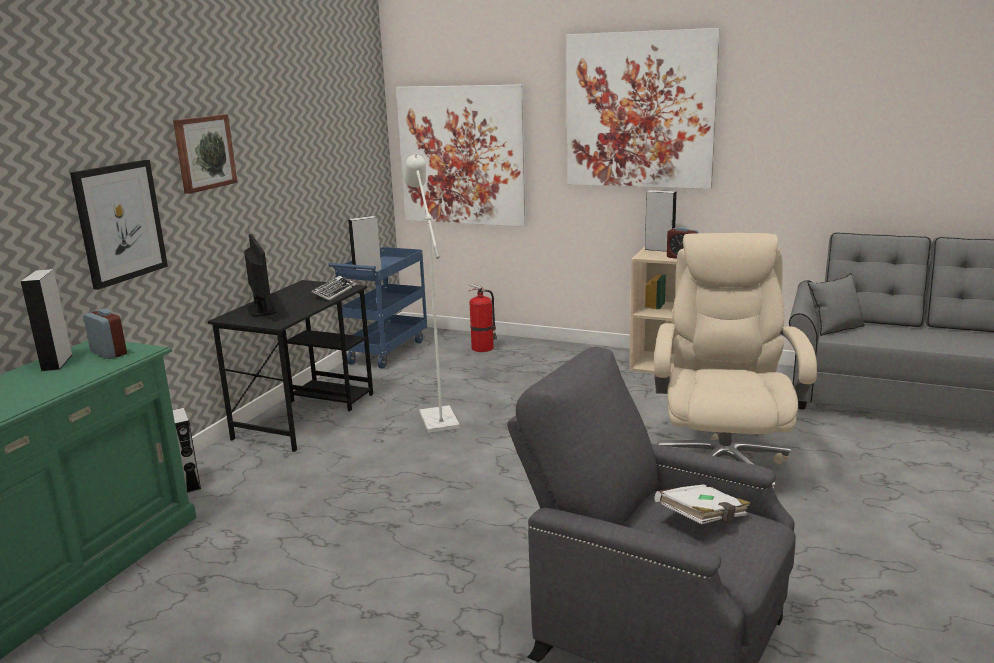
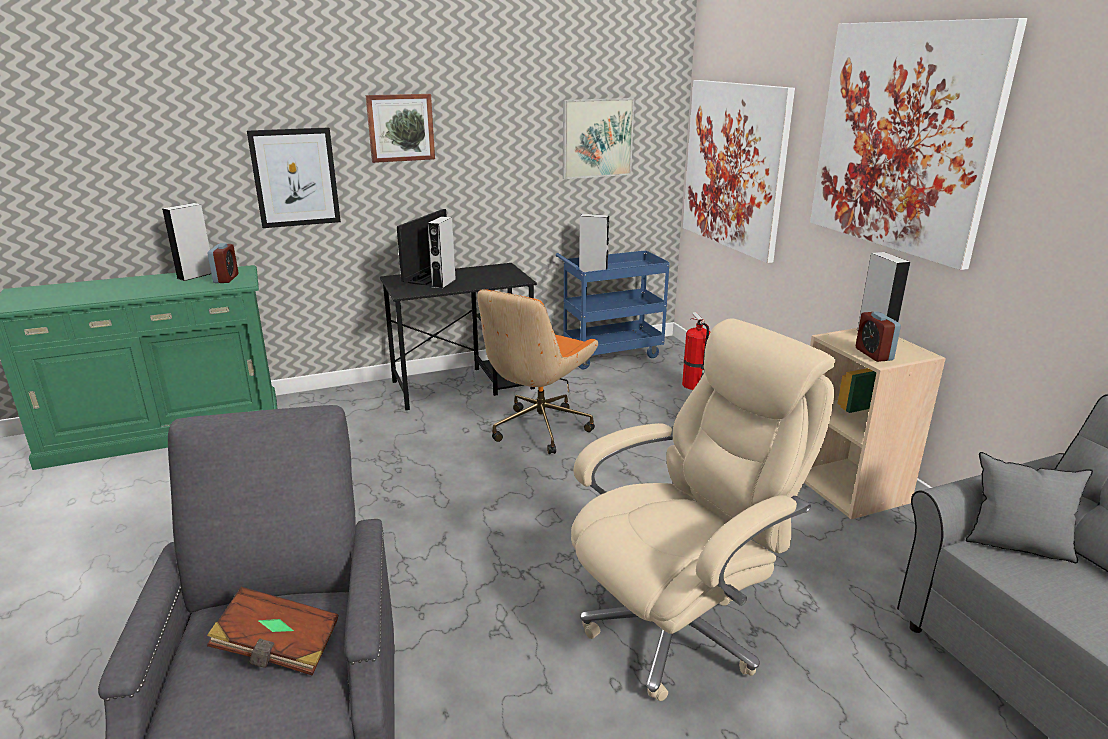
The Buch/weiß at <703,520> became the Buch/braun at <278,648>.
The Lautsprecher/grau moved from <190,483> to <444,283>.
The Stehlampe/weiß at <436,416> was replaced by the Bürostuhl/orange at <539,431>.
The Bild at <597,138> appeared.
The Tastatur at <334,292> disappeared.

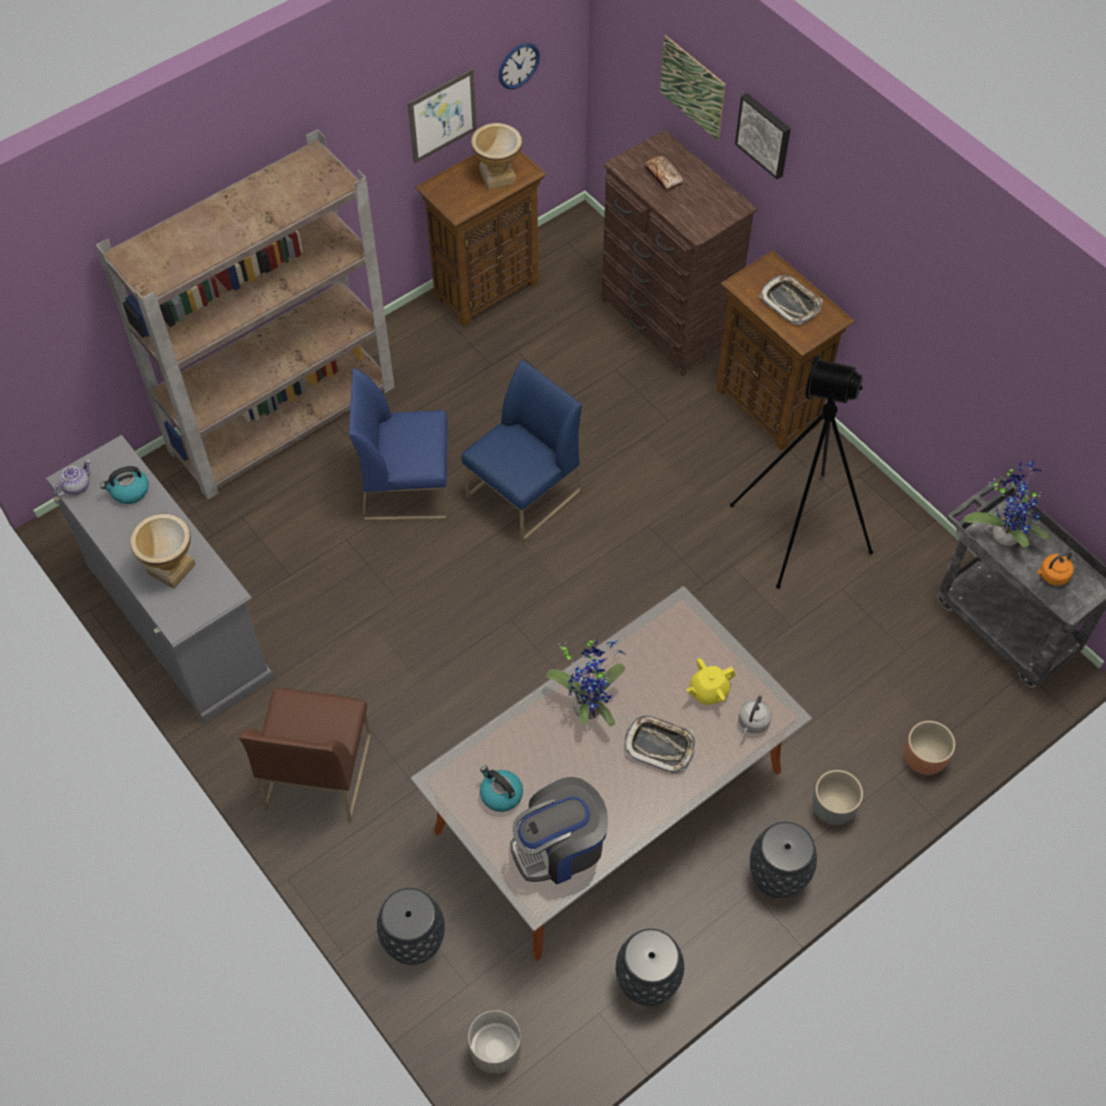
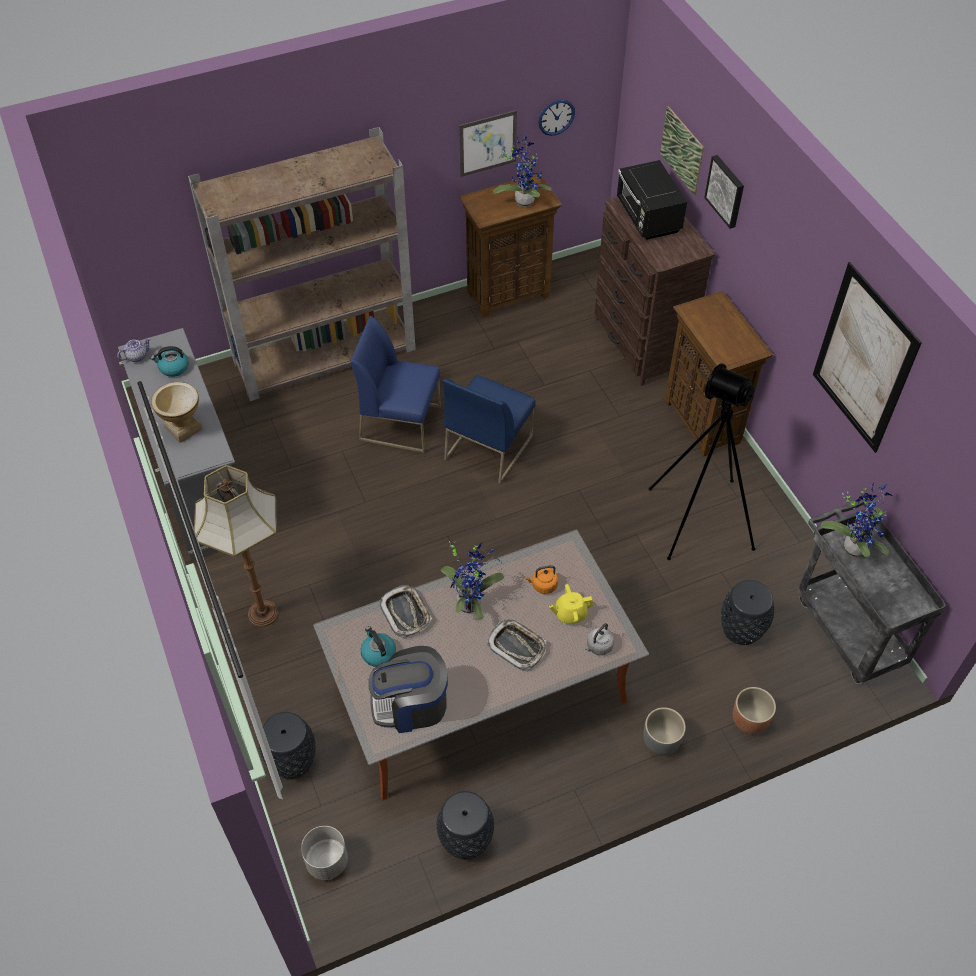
The Stuhl/braun at <317,771> was replaced by the Stehlampe at <262,615>.
The Tablett moved from <790,302> to <406,613>.
The Stuhl/blau at <524,495> turned 150 degrees clockwise.
The Vase at <498,177> was replaced by the Topfpflanze at <523,200>.
The Wasserkessel/orange moved from <1052,576> to <543,585>.
The Brot at <663,176> was replaced by the Mikrowelle/schwarz at <648,218>.
The Hocker/schwarz moved from <778,875> to <741,629>.
The Bild at <863,359> appeared.

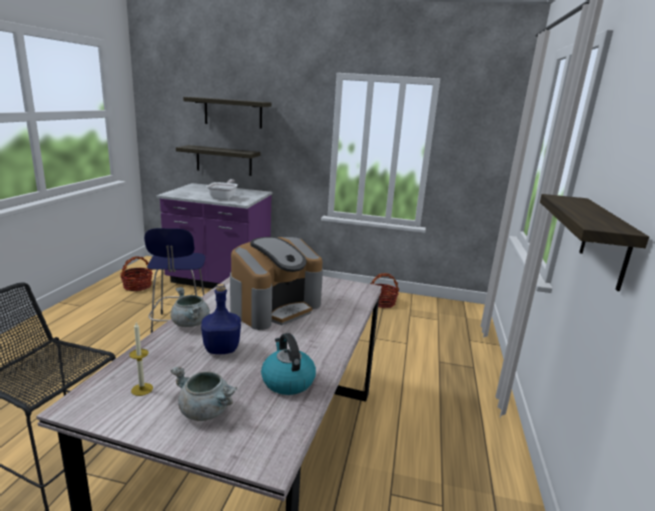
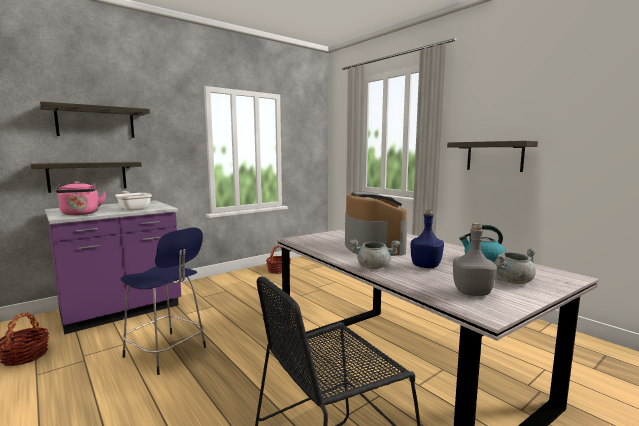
The Wasserkessel/rosa at <81,214> appeared.
The Kerze at <142,389> was replaced by the Flasche/grau at <472,292>.

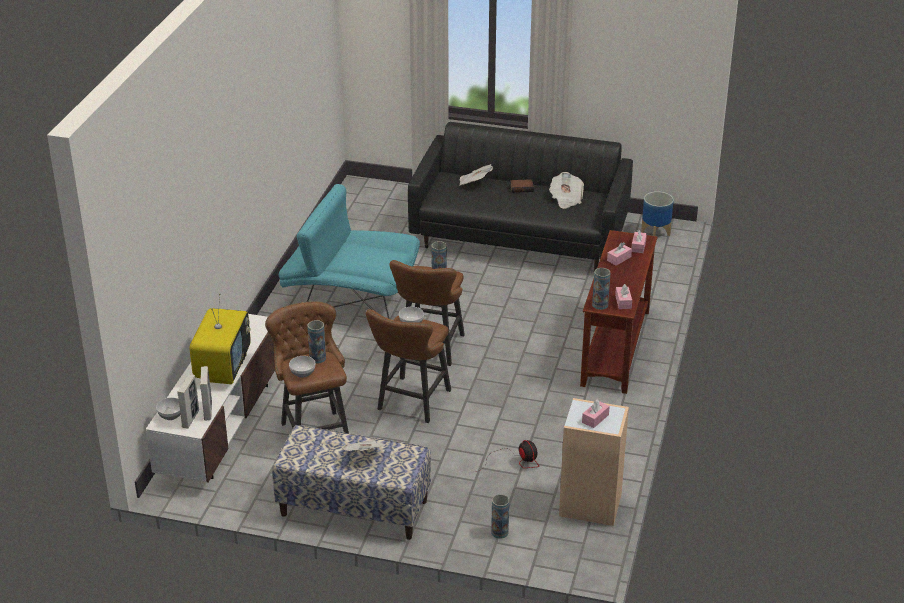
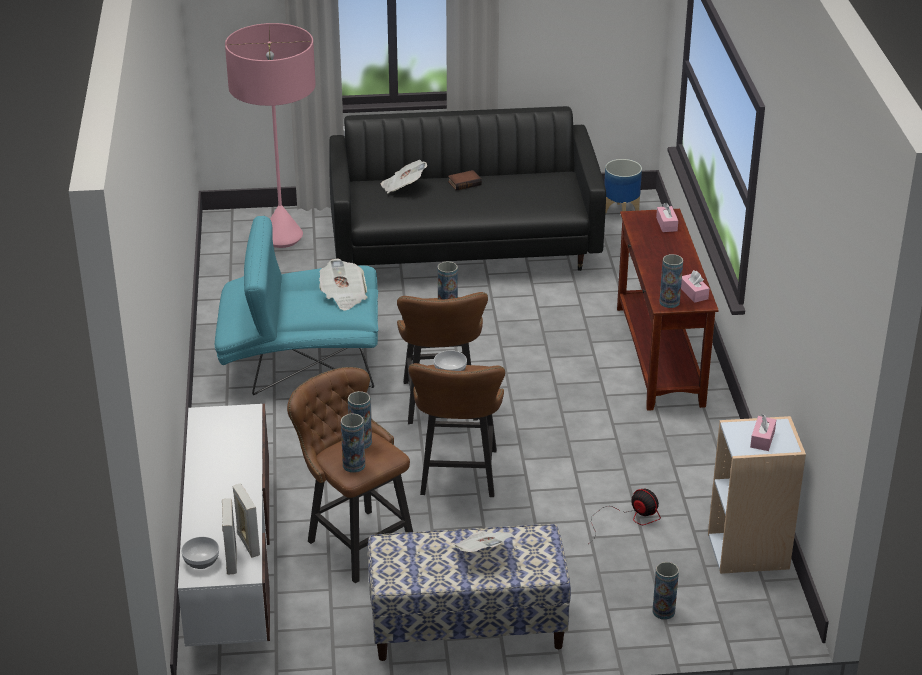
The Stehlampe/rosa at <282,239> appeared.
The Zeitung moved from <566,199> to <343,296>.
The Schüssel at <303,373> was replaced by the Vase at <354,465>.
The Fernseher at <223,368> disappeared.
The Taschentuchbox/rosa at <619,259> disappeared.

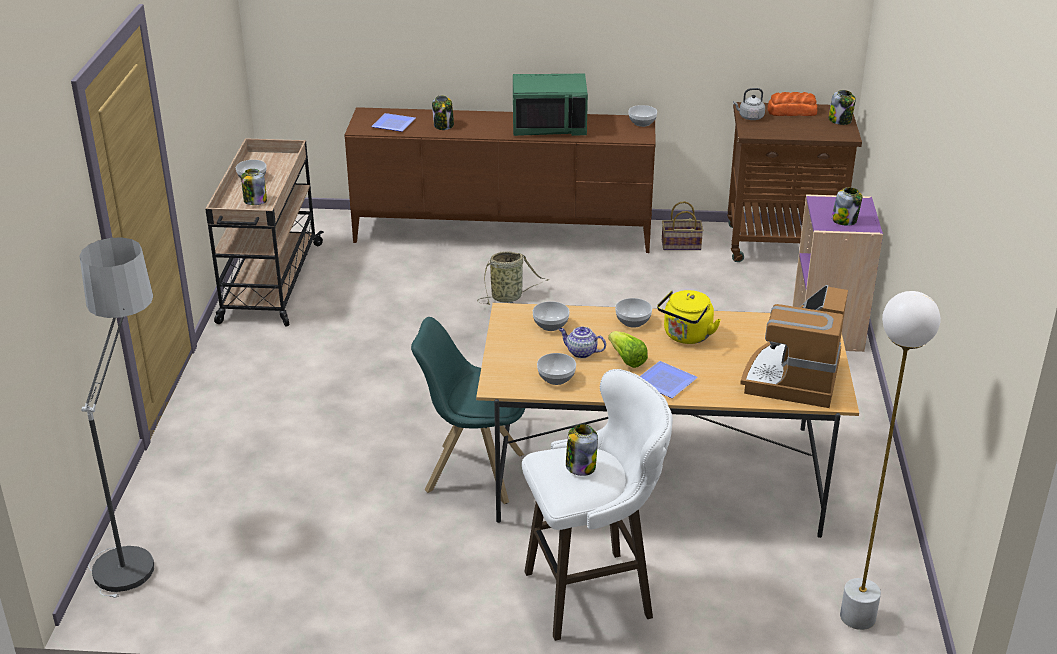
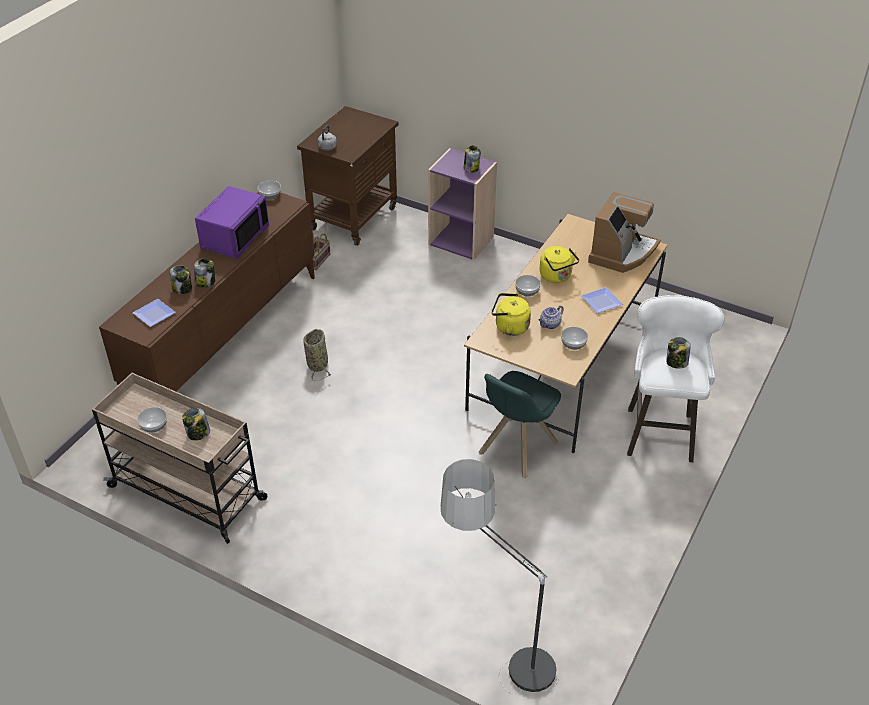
The Vorratsglas moved from <840,120> to <206,282>.
The Mikrowelle/grün at <549,126> became the Mikrowelle/lila at <234,237>.
The Schüssel at <551,325> was replaced by the Wasserkessel/gelb at <509,327>.
The Kaffeemaschine at <794,377> turned 105 degrees counterclockwise.
The Salatkopf at <627,359> disappeared.
The Brot at <791,111> disappeared.
The Stehlampe/weiß at <858,617> disappeared.

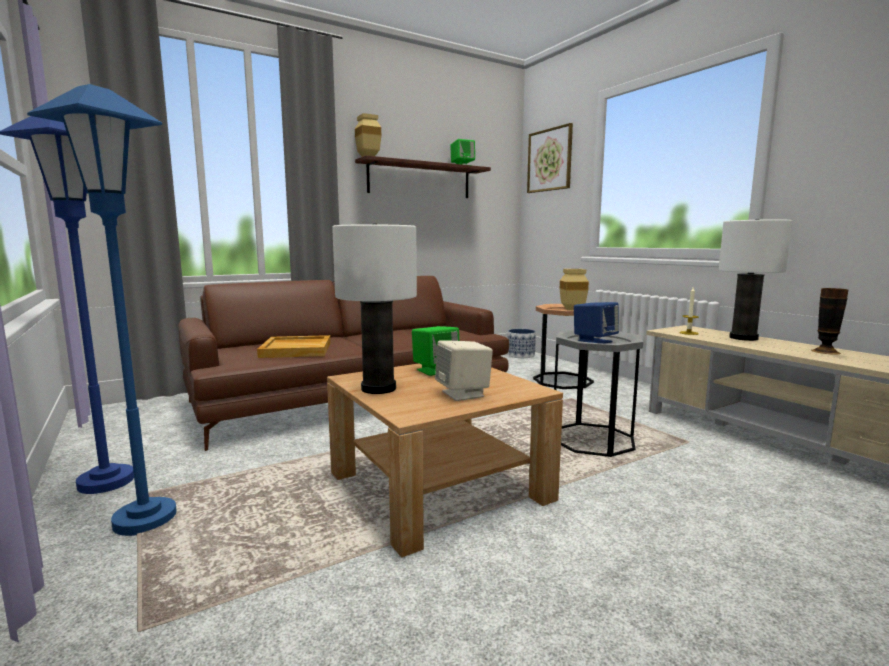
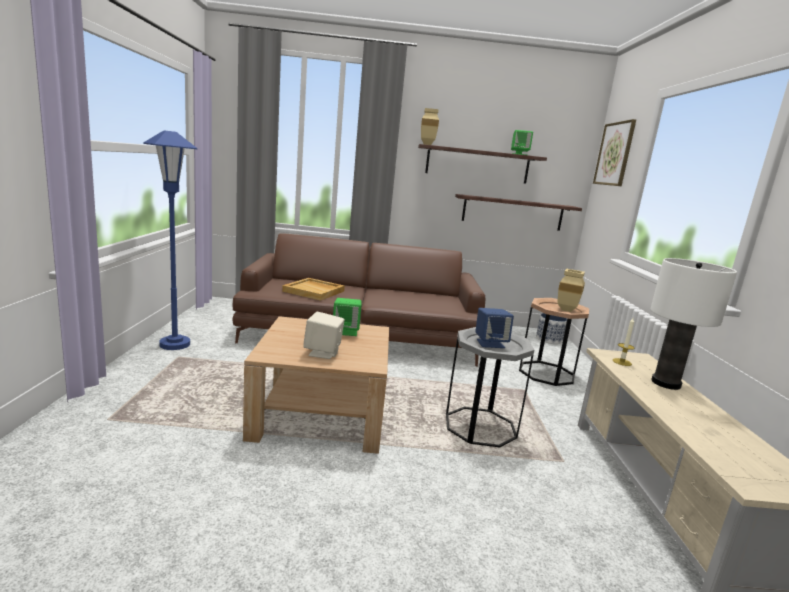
The Wandregal at <512,212> appeared.
The Stehlampe/blau at <145,519> disappeared.
The Tischlampe/weiß at <378,388> disappeared.
The Vase at <825,351> disappeared.

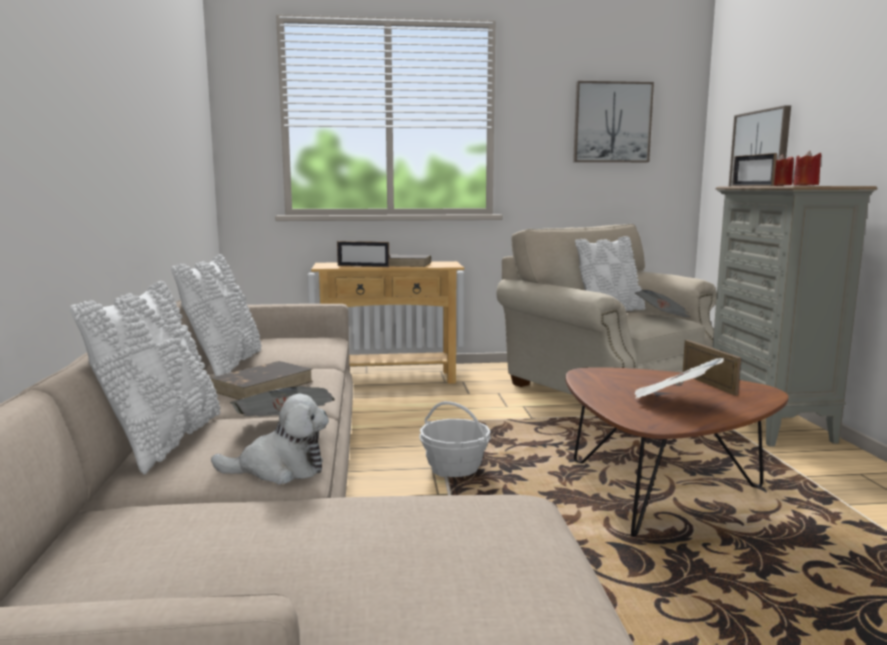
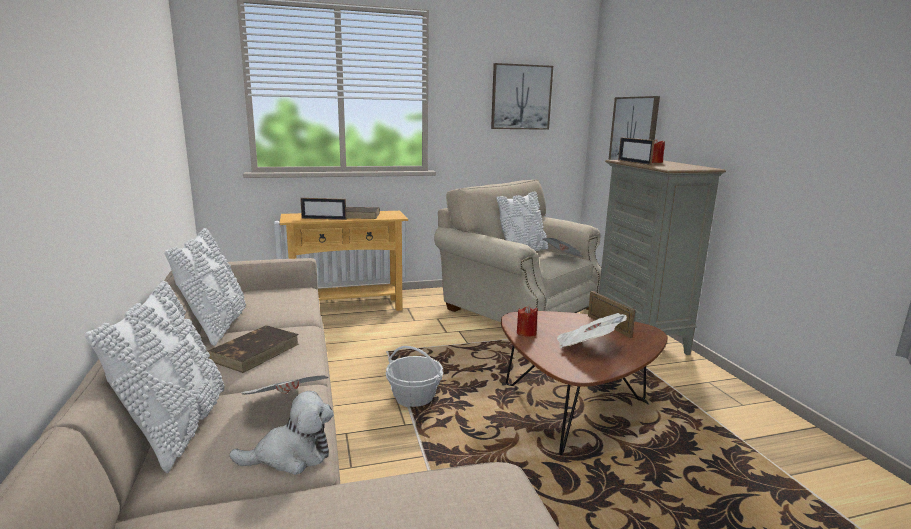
The Kerze/rot moved from <805,185> to <526,333>.

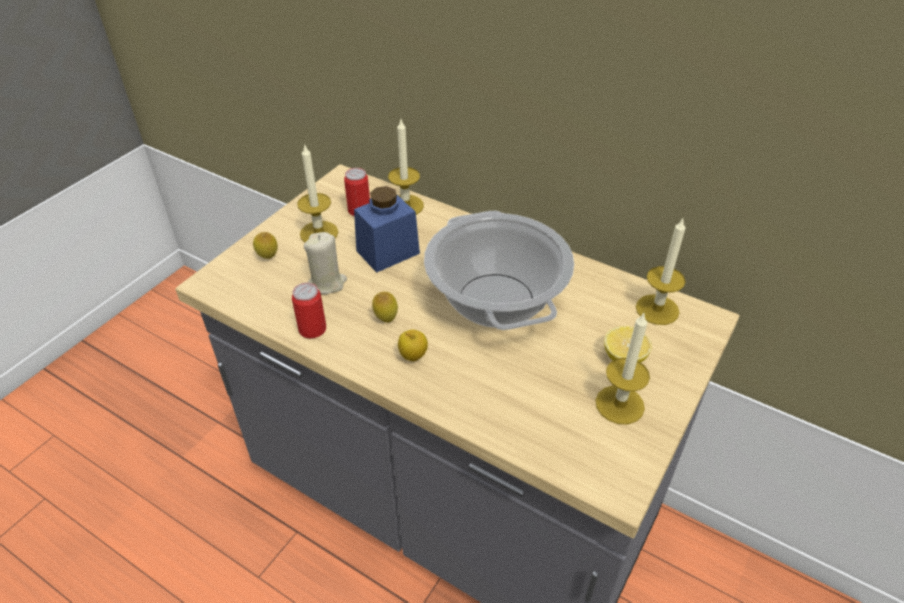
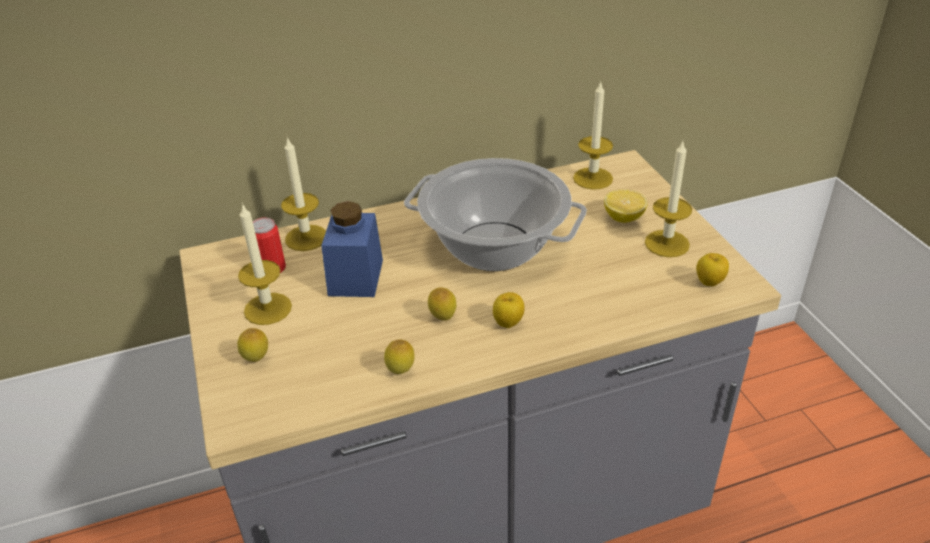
The Dose at <312,329> was replaced by the Zitrone at <401,372>.
The Apfel at <709,283> appeared.
The Kerze/beige at <327,283> disappeared.

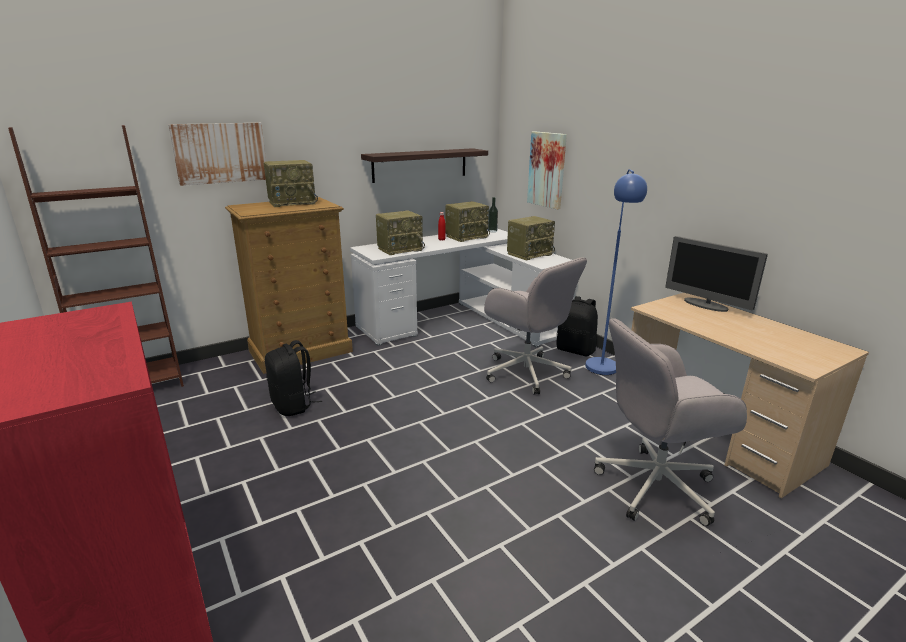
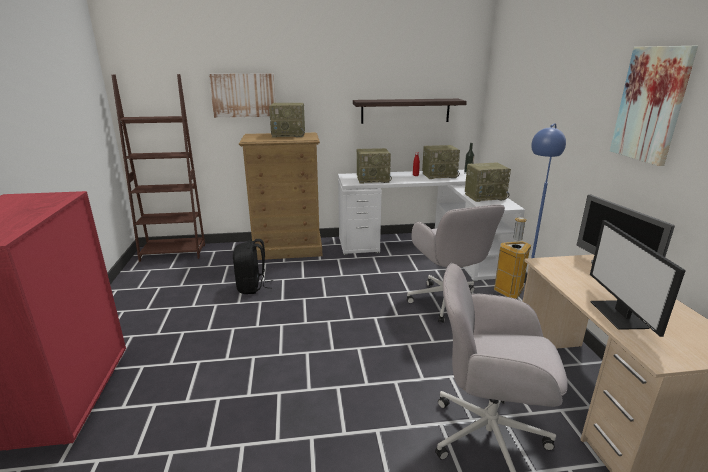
The Rucksack/schwarz at <576,350> was replaced by the Mülleimer at <509,292>.
The Monitor at <619,315> appeared.
The Bild moved from <547,170> to <651,104>.

